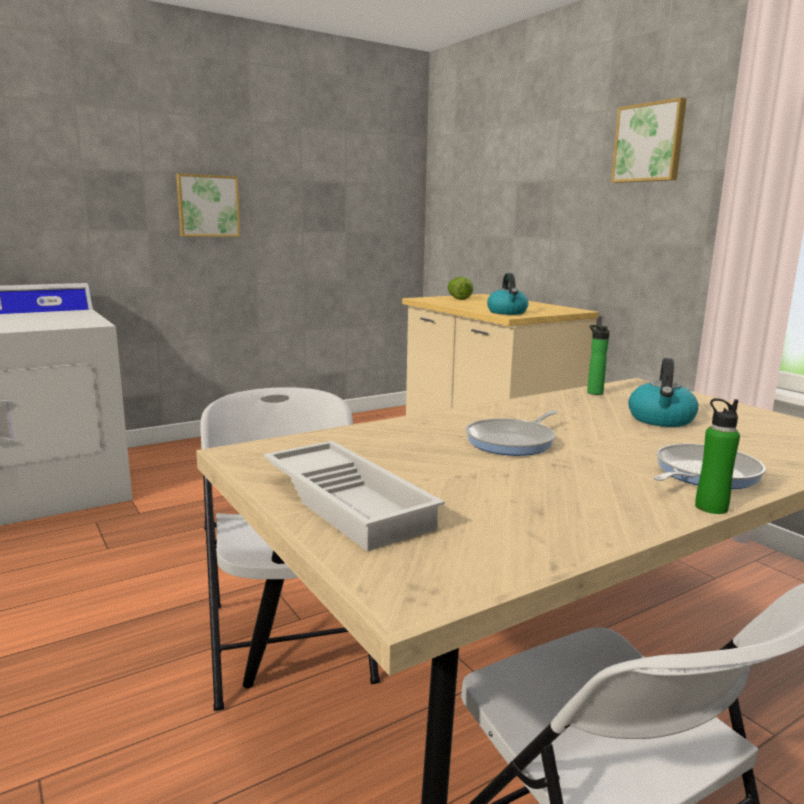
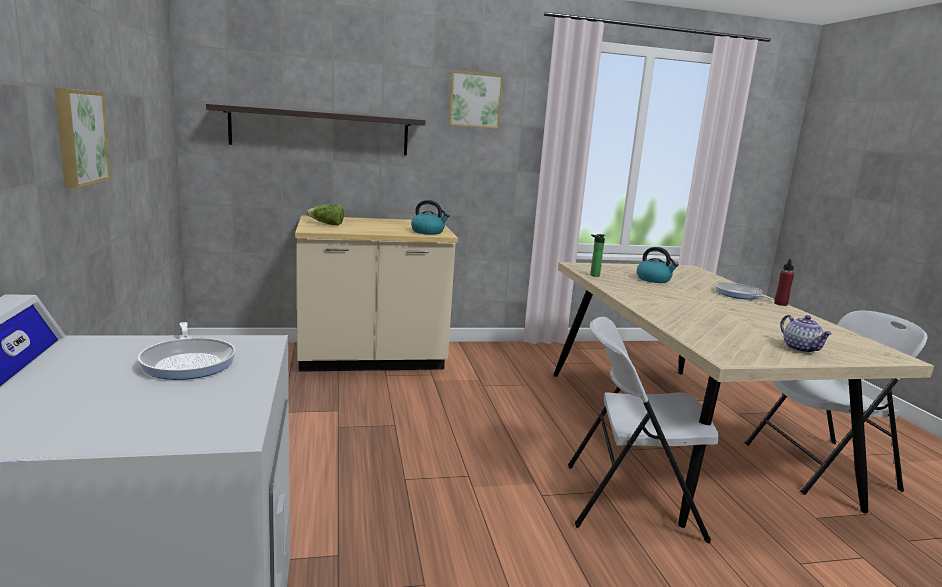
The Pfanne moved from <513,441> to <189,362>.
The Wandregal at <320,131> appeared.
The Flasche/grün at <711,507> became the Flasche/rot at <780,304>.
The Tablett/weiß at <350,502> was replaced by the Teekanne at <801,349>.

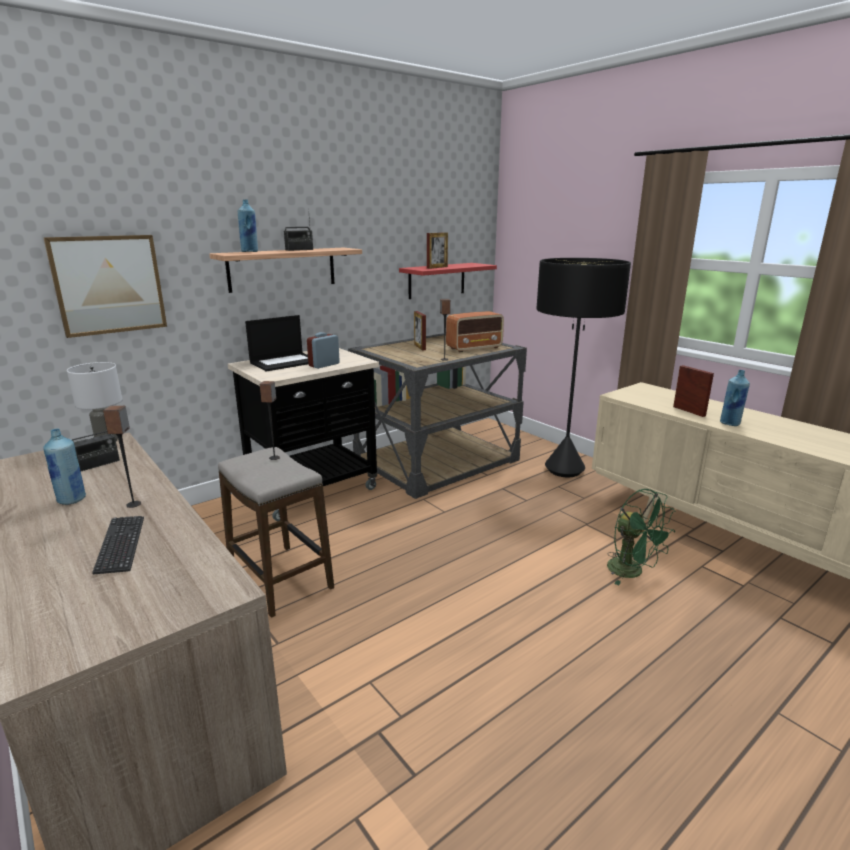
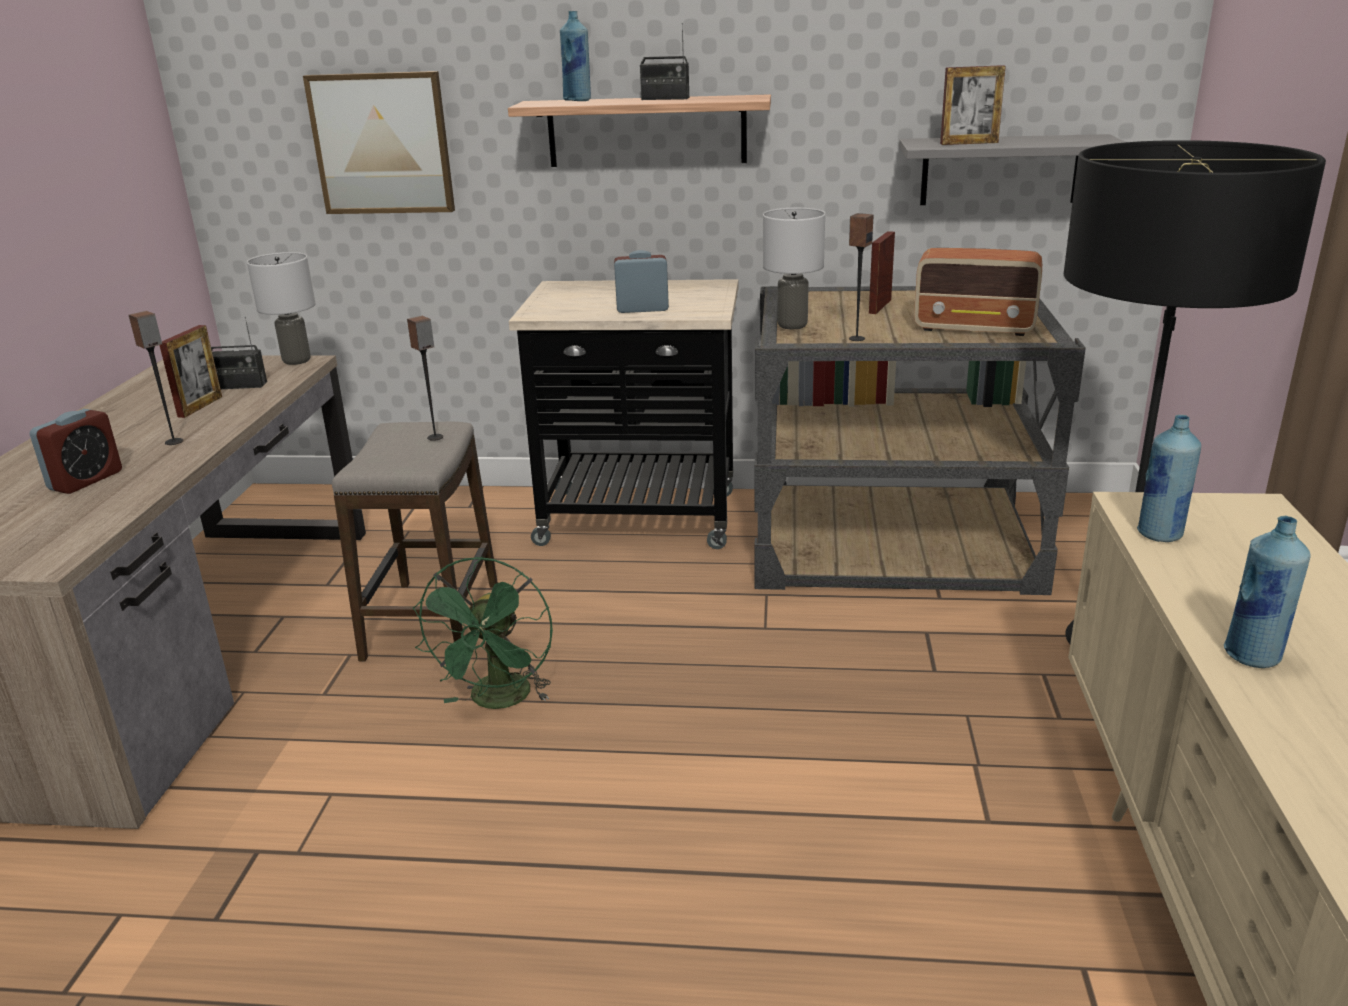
The Tastatur at <121,545> was replaced by the Wecker at <86,480>.
The Bilderrahmen moved from <689,411> to <200,406>.
The Ventilator/grün moved from <632,572> to <499,701>.
The Tischlampe/weiß at <790,326> appeared.
The Wandregal/rot at <436,280> became the Wandregal/grau at <1000,170>.
The Flasche/blau moved from <71,499> to <1160,534>.
The Laptop at <285,362> disappeared.

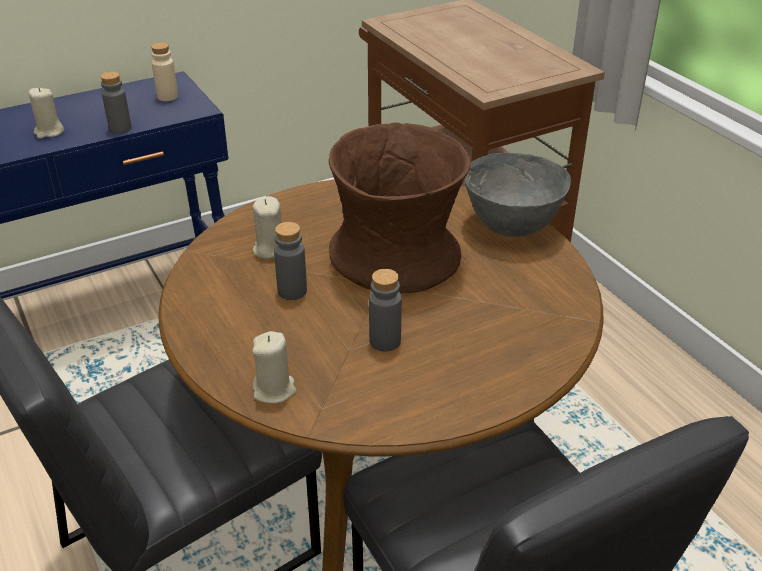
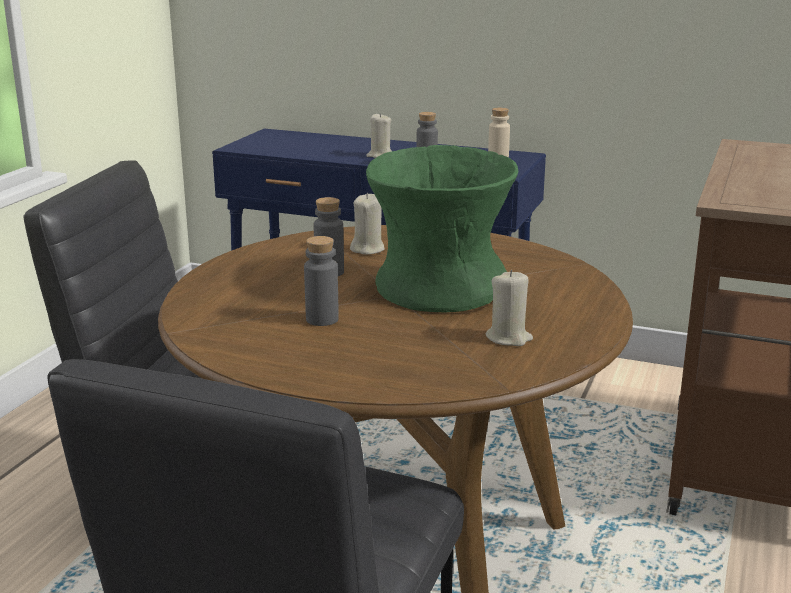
The Vase/braun at <395,259> became the Vase/grün at <440,288>.
The Kerze/beige moved from <274,390> to <508,338>.
The Schüssel/grau at <512,227> disappeared.

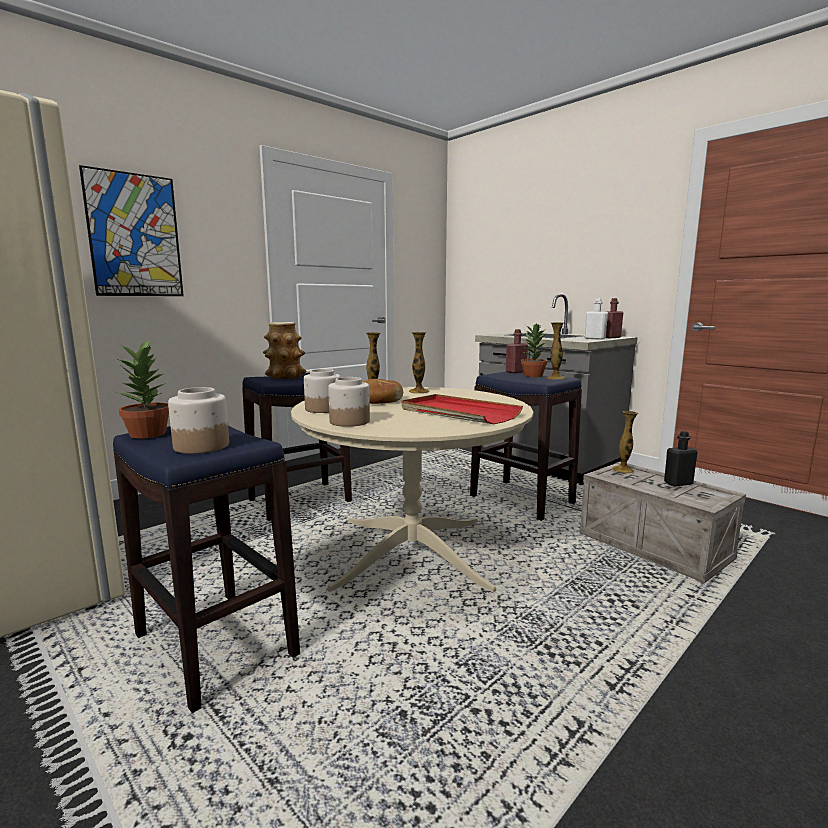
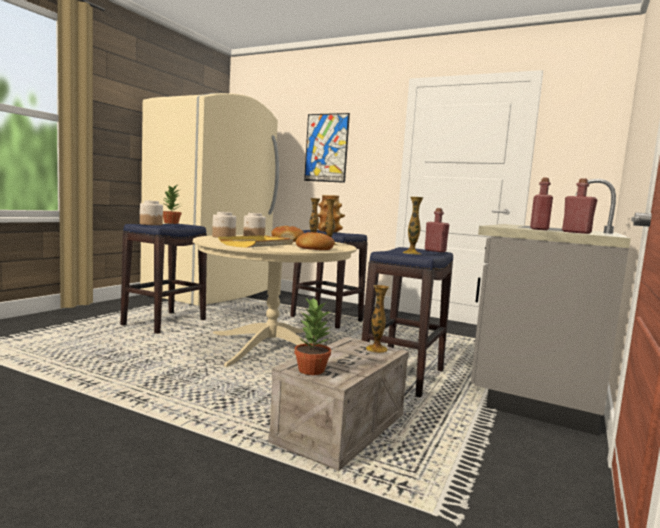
The Tablett/rot at <458,413> became the Tablett/gelb at <258,244>.
The Topfpflanze moved from <532,375> to <311,370>.
The Brot at <314,249> appeared.
The Flasche/weiß at <595,338> became the Flasche/rot at <539,229>.
The Flasche/schwarz at <678,483> disappeared.

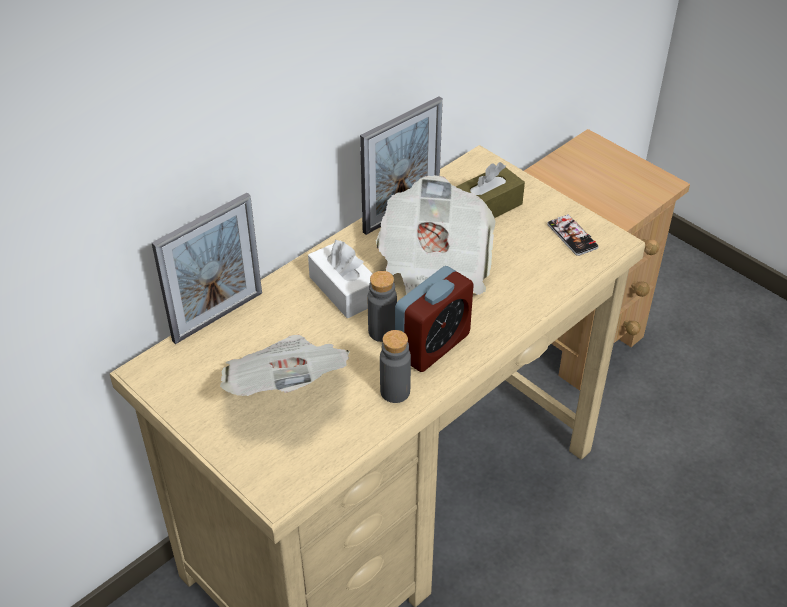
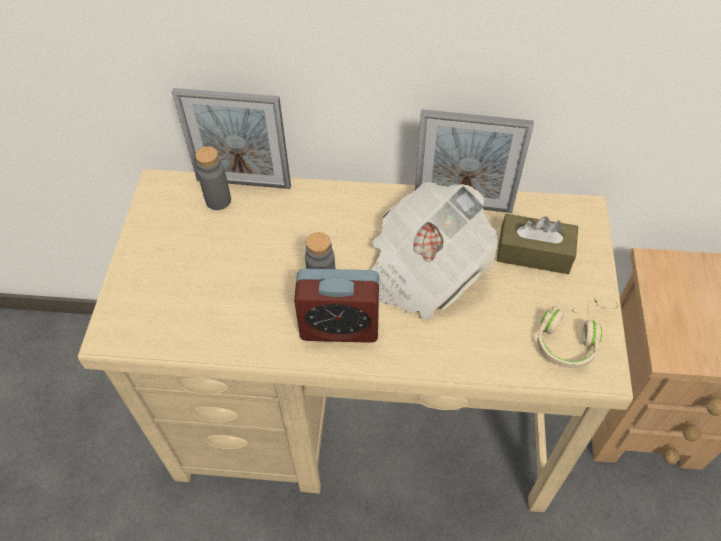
The Flasche/grau moved from <395,391> to <218,200>.
The Handy at <572,236> was replaced by the Kopfhörer/beige at <572,336>.
The Zeitung at <286,387> disappeared.
The Taschentuchbox/weiß at <344,290> disappeared.

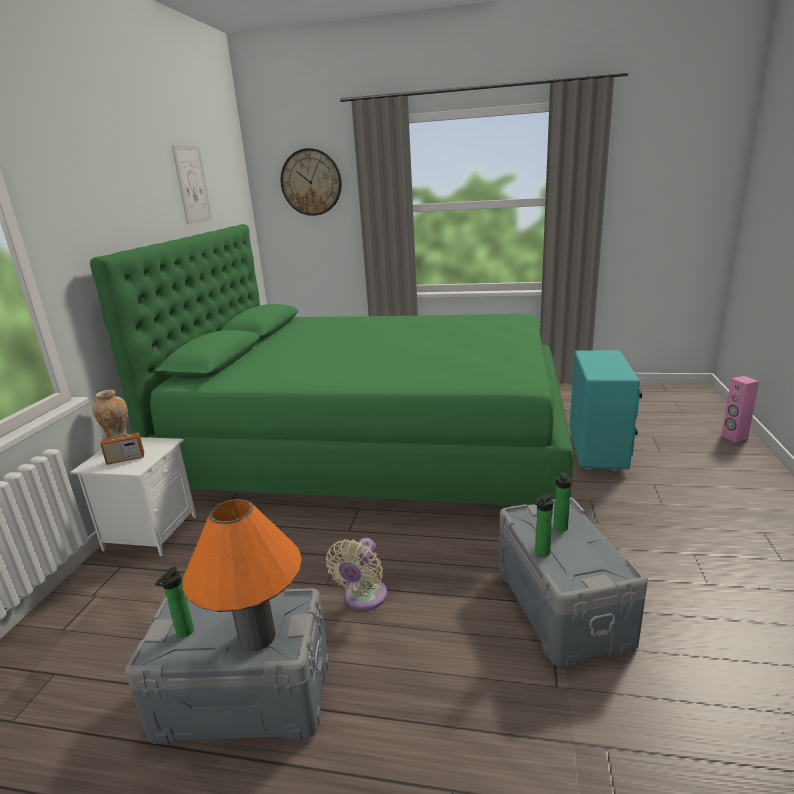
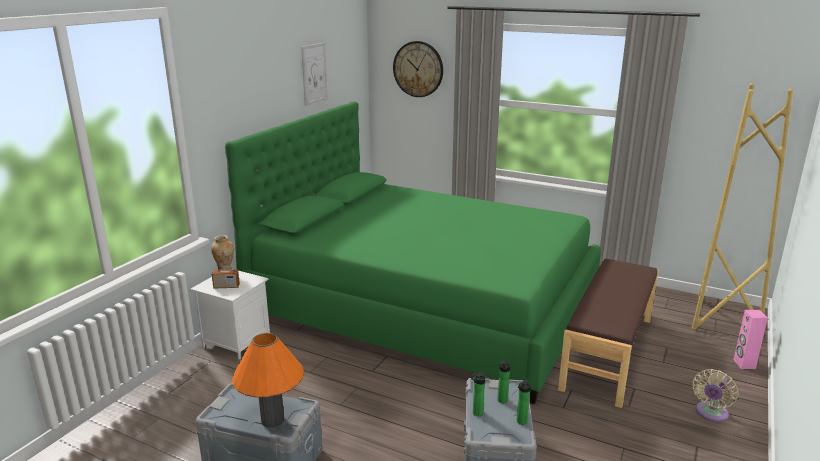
The Flasche moved from <183,633> to <521,422>.
The Nachttisch/türkis at <598,453> was replaced by the Bank/braun at <607,352>.
The Kleiderständer/gelb at <717,319> appeared.
The Ventilator/beige moved from <364,598> to <710,414>.

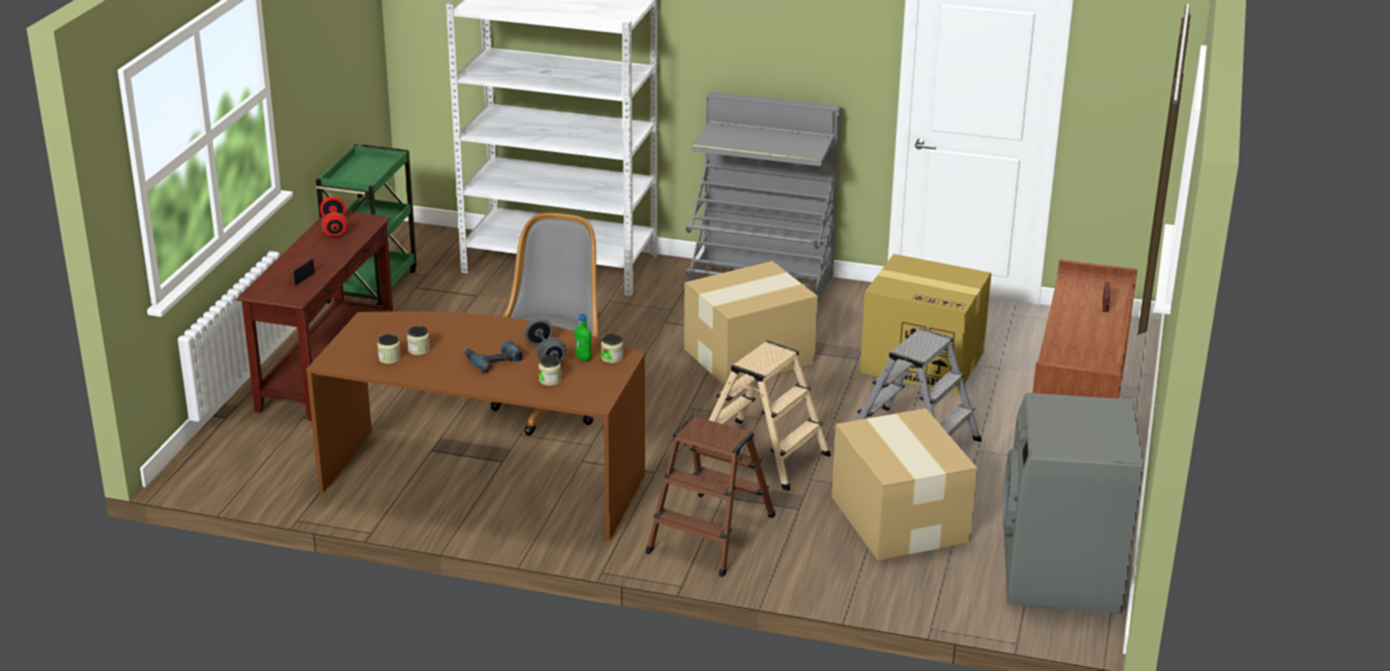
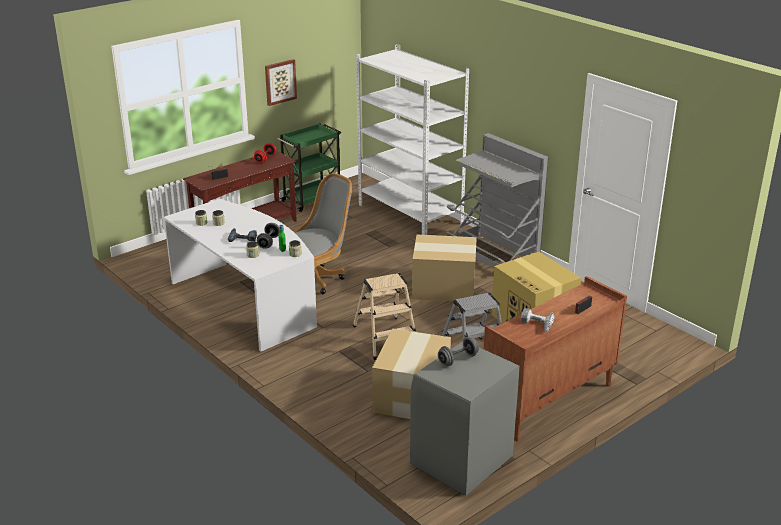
The Schreibtisch/braun at <486,478> became the Schreibtisch/weiß at <246,302>.
The Bild at <280,82> appeared.
The Hantel/grau at <458,359> appeared.
The Bohrmaschine at <536,324> appeared.
The Trittleiter/braun at <711,533> disappeared.

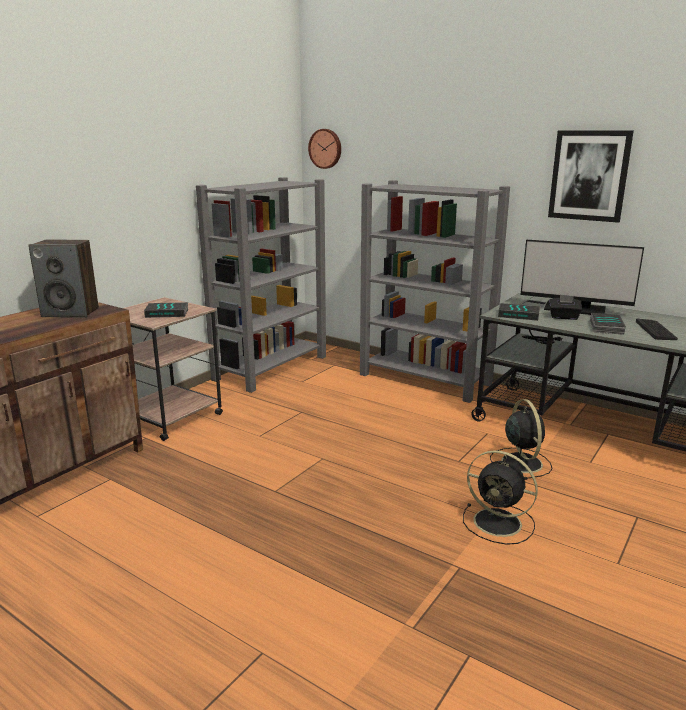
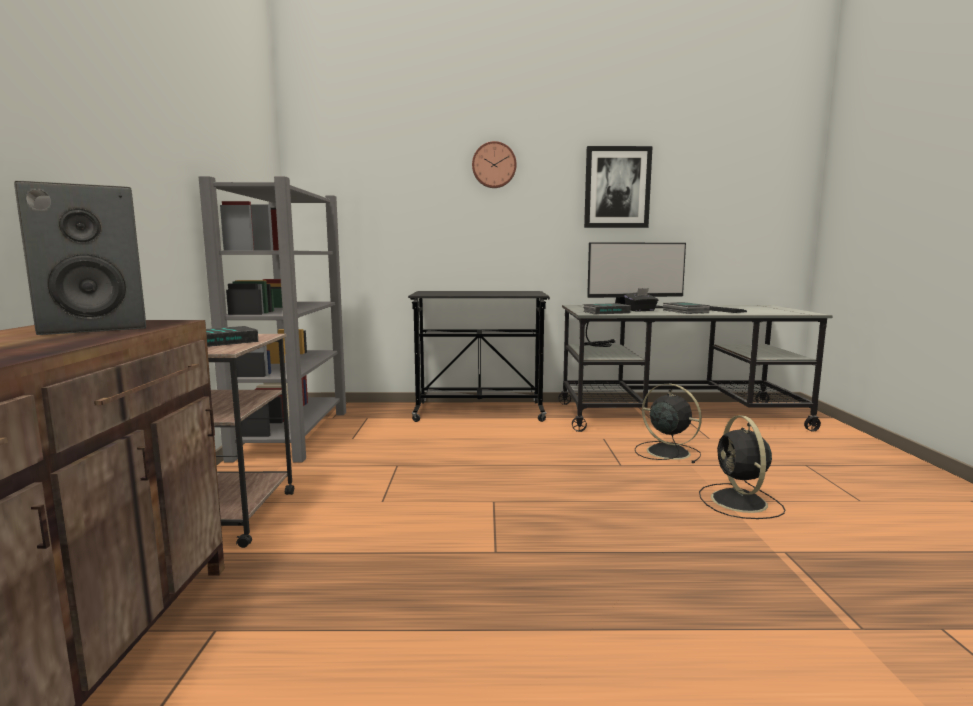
The Bücherregal/grau at <425,379> was replaced by the Schreibtisch/schwarz at <479,411>.
The Wanduhr moved from <326,148> to <494,165>.
The Ventilator/schwarz at <499,523> turned 90 degrees clockwise.

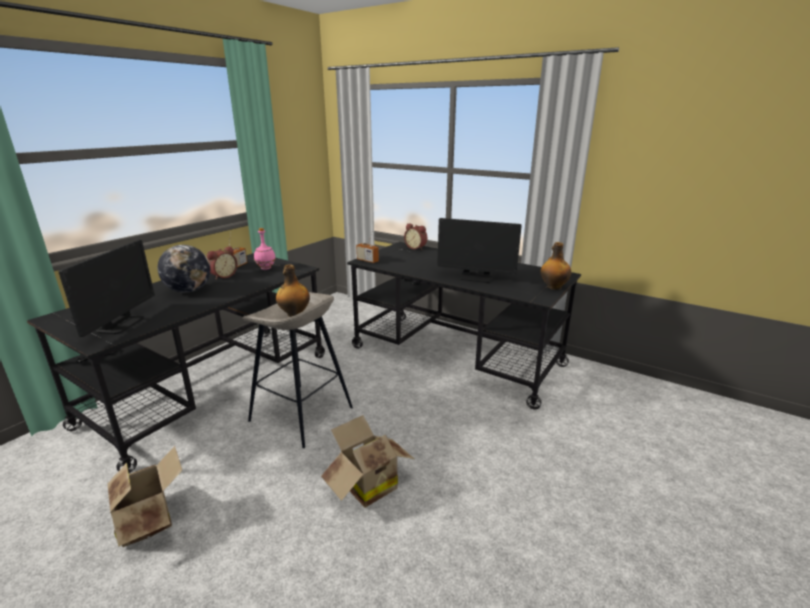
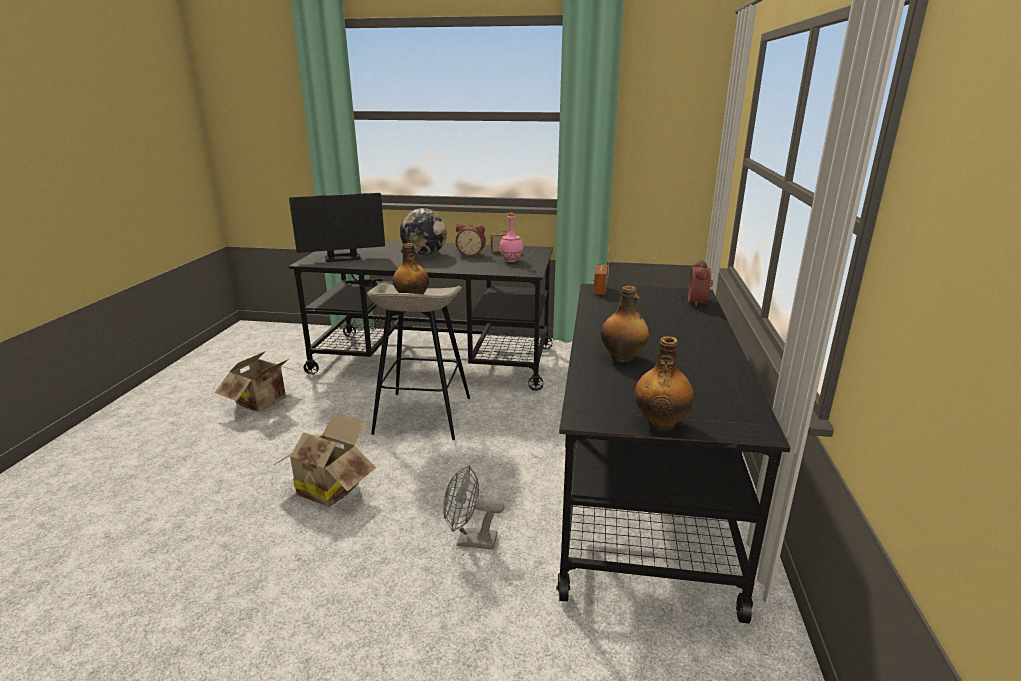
The Ventilator/grau at <470,540> appeared.
The Monitor at <476,278> was replaced by the Flasche at <622,358>.

